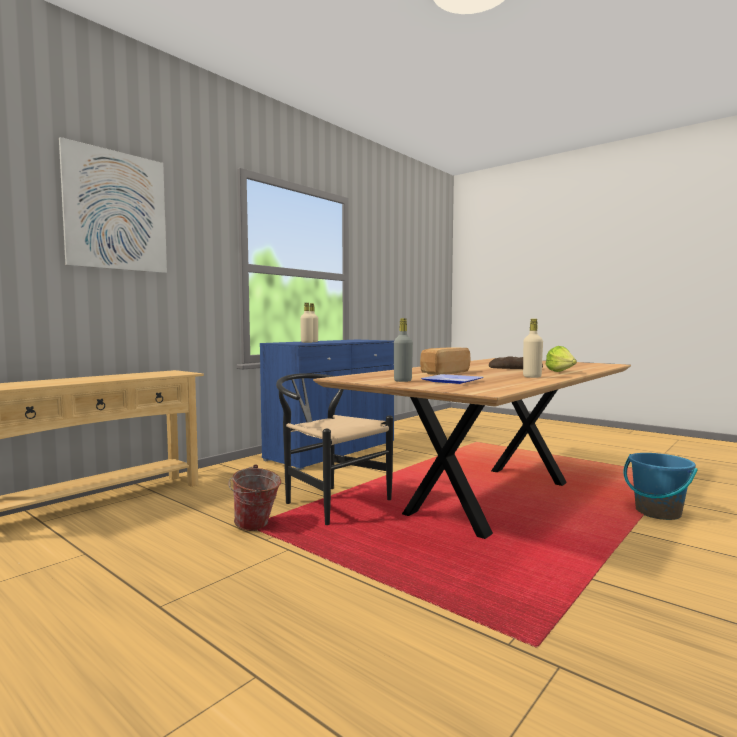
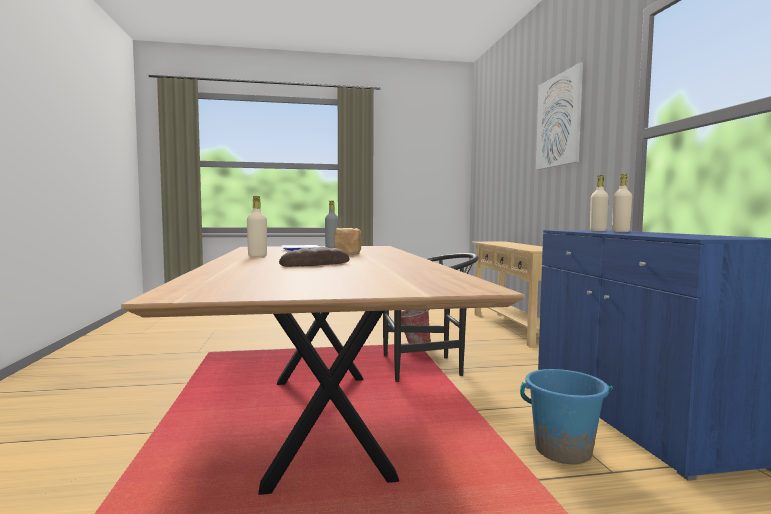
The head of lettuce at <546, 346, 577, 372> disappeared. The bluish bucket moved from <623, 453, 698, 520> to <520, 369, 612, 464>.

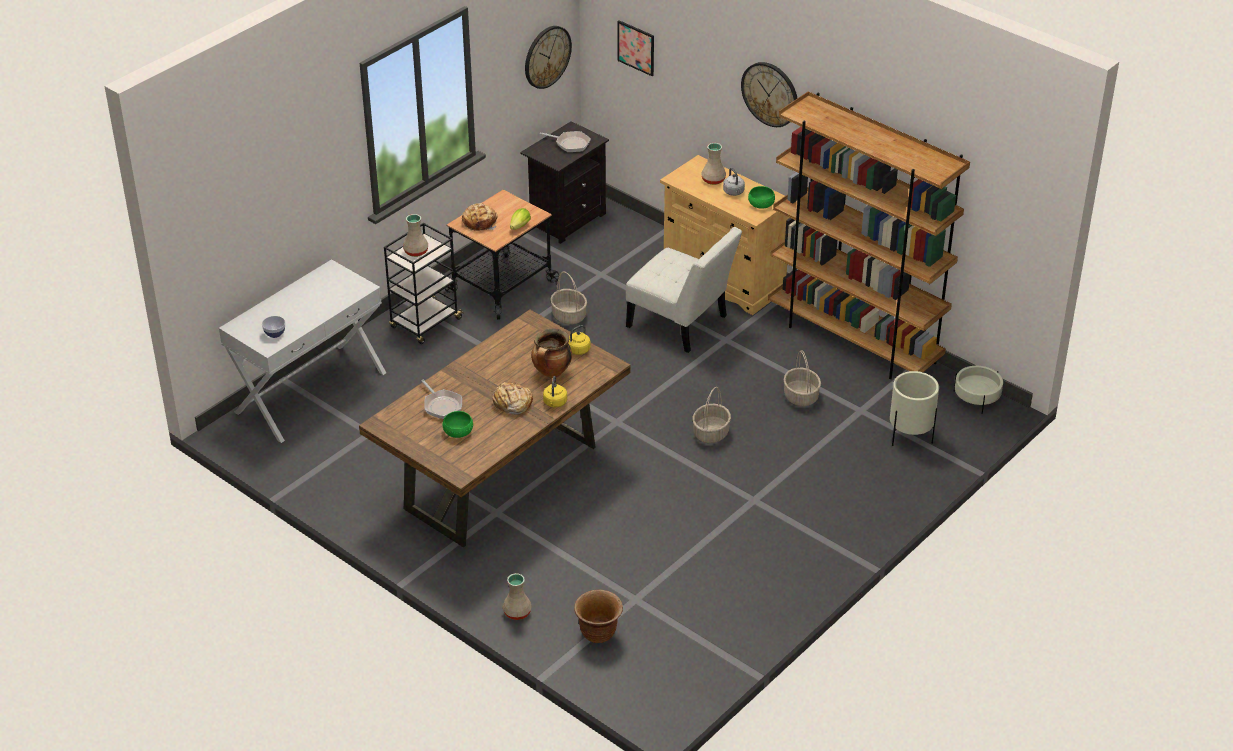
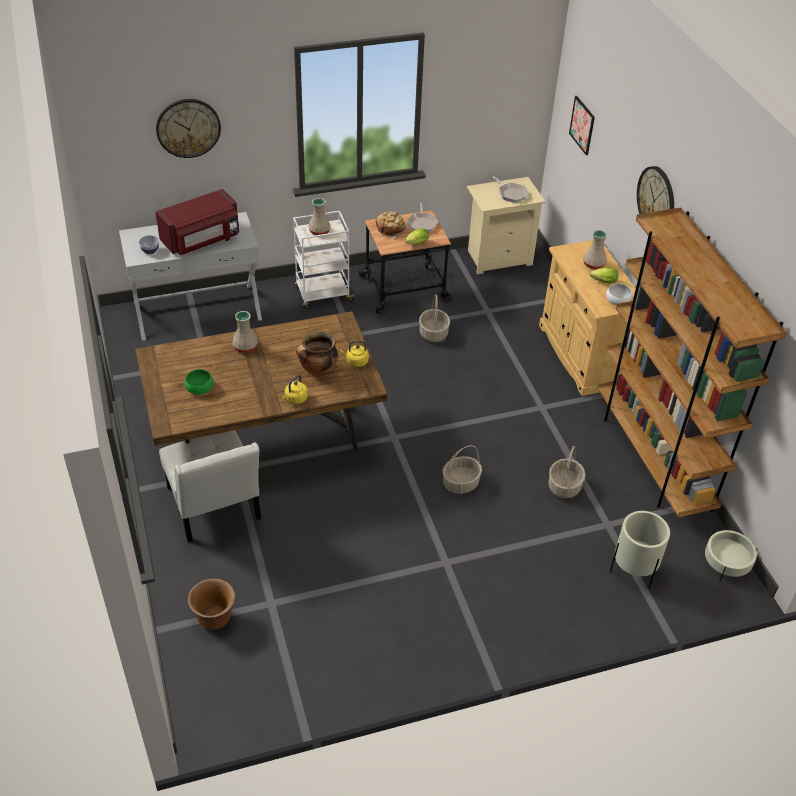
The black-coloured wheeled cart at <384, 223, 464, 344> became the white-coloured wheeled cart at <293, 211, 356, 309>. The pan moved from <421, 380, 462, 419> to <407, 202, 438, 232>. The bread at <493, 382, 533, 415> disappeared. The beige-coloured vase moved from <503, 573, 532, 620> to <232, 311, 258, 353>. The black-coloured bedside table at <520, 121, 609, 244> became the beige-coloured bedside table at <467, 177, 545, 275>. The wall clock moved from <525, 26, 572, 89> to <156, 99, 221, 158>. The white-coloured upright chair moved from <626, 227, 742, 353> to <159, 430, 261, 542>. The greyish water kettle at <723, 168, 745, 196> was replaced by the head of lettuce at <590, 267, 619, 284>. The green serving bowl at <748, 186, 775, 209> became the white-coloured serving bowl at <606, 283, 632, 305>. The red-coloured kitchen microwave at <155, 189, 239, 255> appeared.

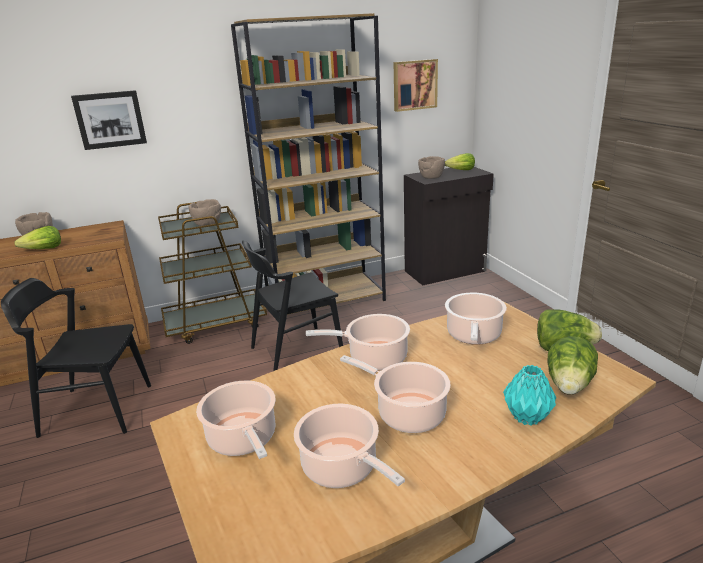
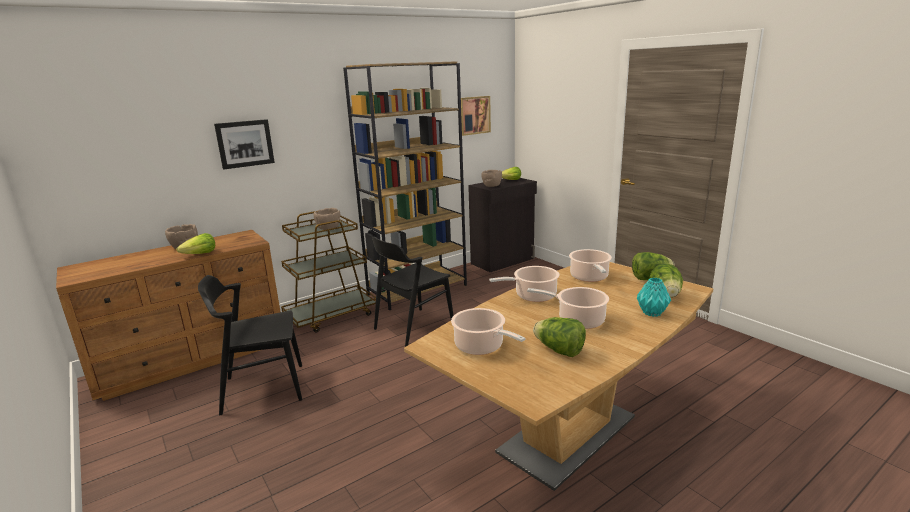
The stockpot at <294, 404, 405, 488> was replaced by the head of lettuce at <533, 317, 586, 357>.

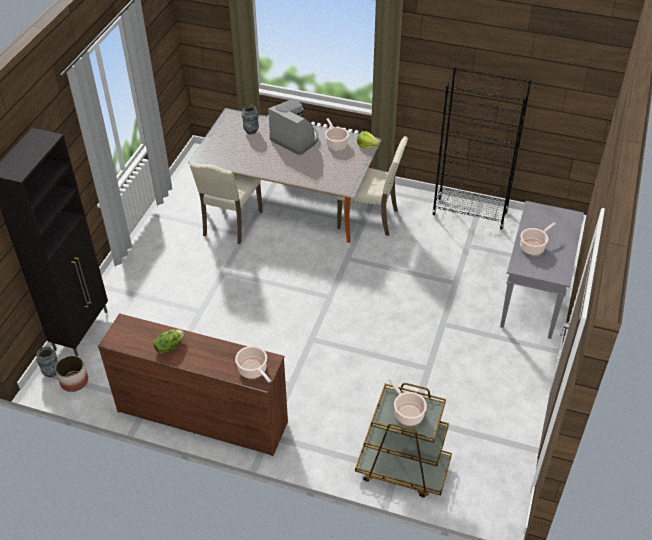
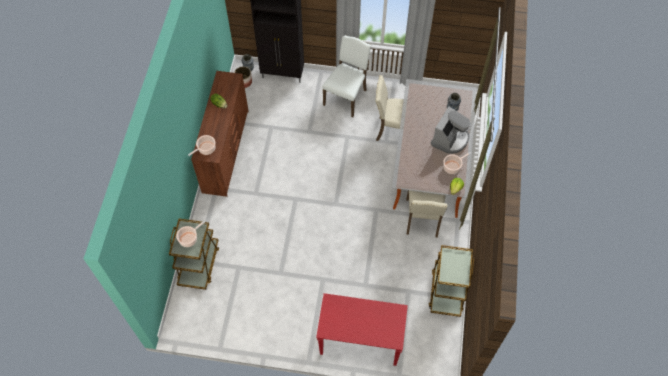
The black-coloured bookshelf at <432, 67, 532, 230> was replaced by the brown wheeled cart at <429, 245, 474, 317>. The greyish hall table at <500, 201, 584, 339> became the red-coloured hall table at <316, 293, 408, 366>. The stockpot at <520, 222, 556, 255> disappeared. The white-coloured upright chair at <322, 35, 371, 117> appeared.

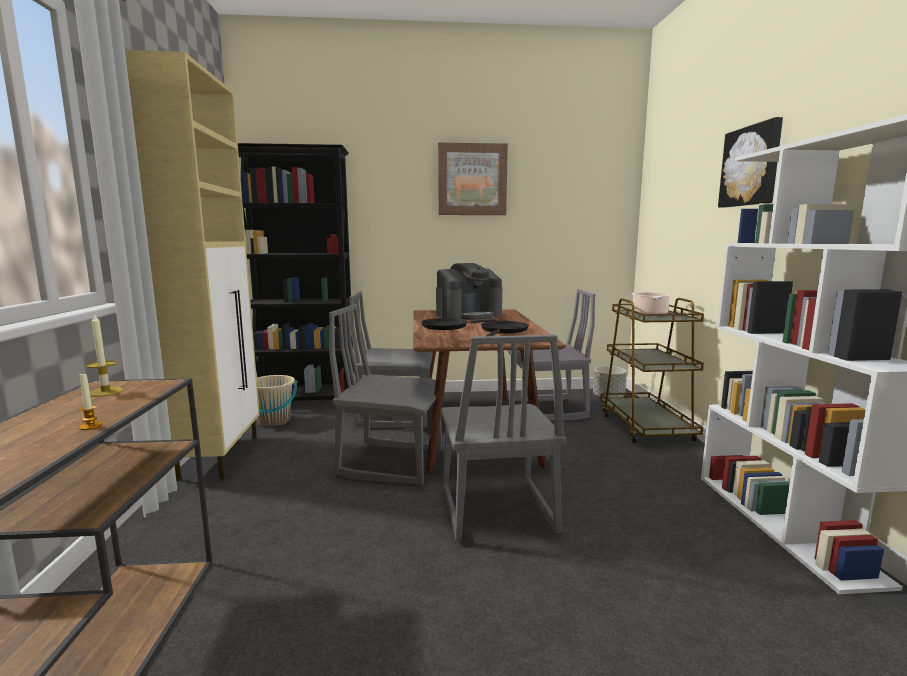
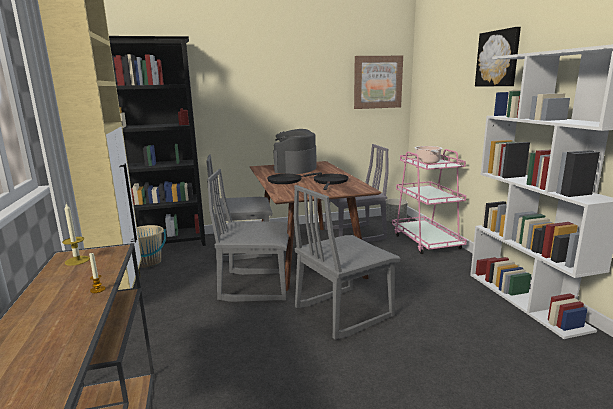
The coffee brewer at <436, 263, 502, 320> turned 150 degrees clockwise. The wall art moved from <438, 143, 508, 215> to <354, 56, 403, 109>. The greyish upright chair at <440, 335, 566, 541> turned 75 degrees clockwise. The brown wheeled cart at <600, 298, 704, 443> became the pink wheeled cart at <392, 149, 467, 254>.

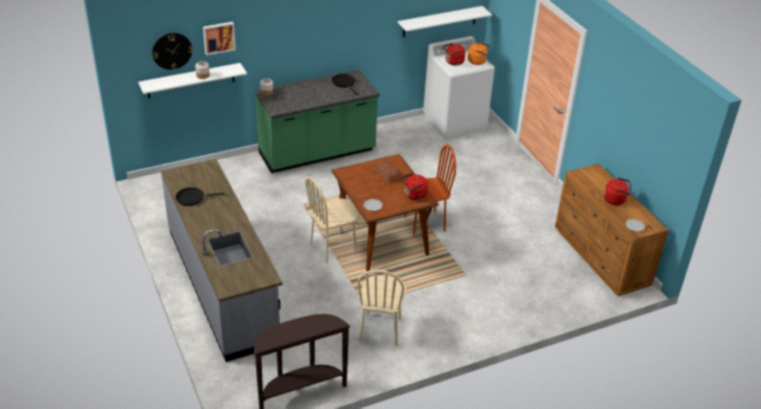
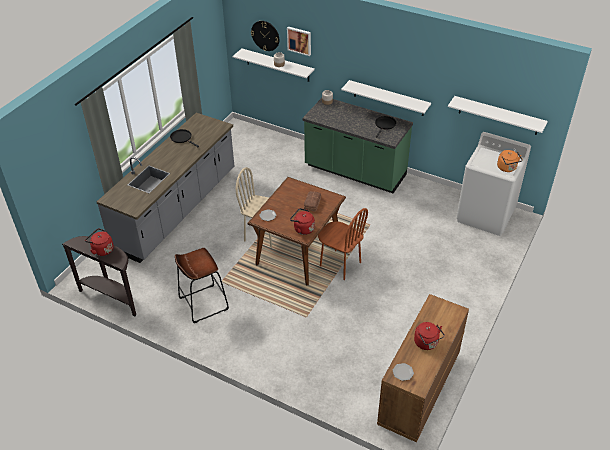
The beige-coloured upright chair at <357, 270, 406, 346> was replaced by the brown sitting stool at <175, 248, 229, 323>. The red-coloured water kettle moved from <443, 43, 465, 66> to <85, 228, 114, 256>. The white-coloured wall shelf at <341, 80, 431, 116> appeared.

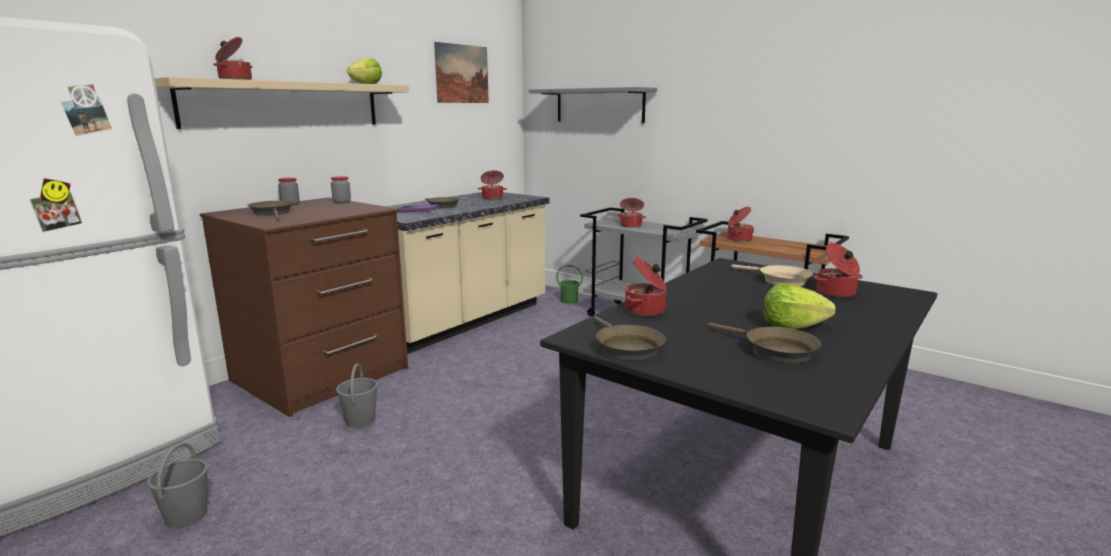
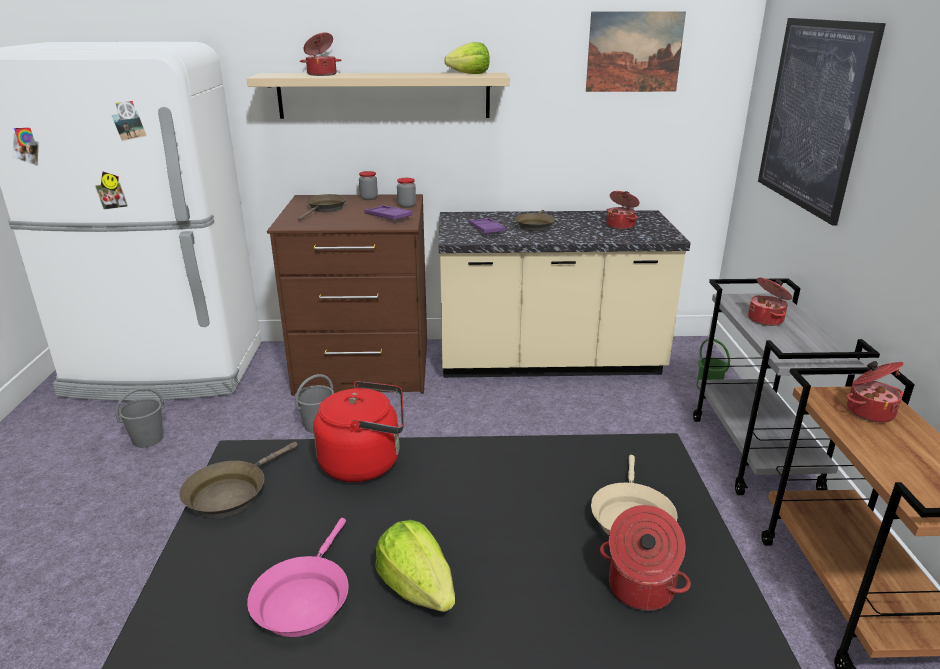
The greyish wall shelf at <529, 87, 657, 123> was replaced by the wall art at <758, 18, 886, 226>. The stockpot at <625, 257, 666, 316> was replaced by the red-coloured water kettle at <313, 381, 404, 482>. The brown pan at <708, 323, 821, 364> became the pink pan at <247, 518, 348, 637>. The purplish tray at <364, 205, 413, 221> appeared.

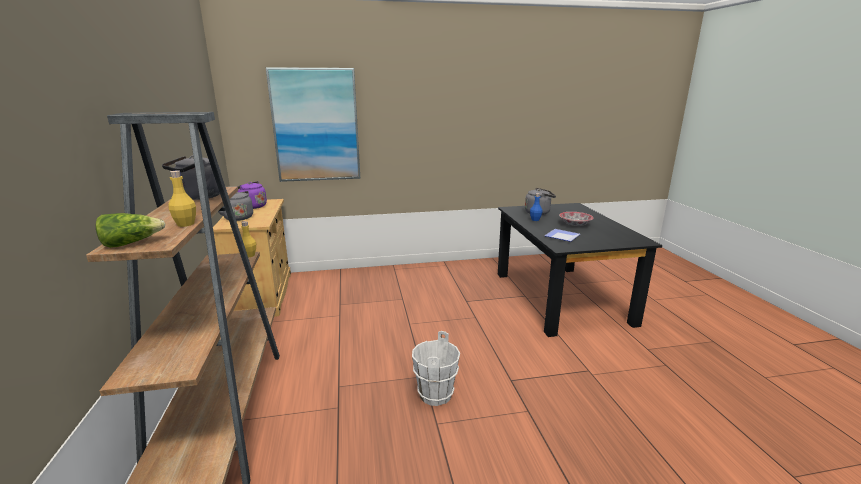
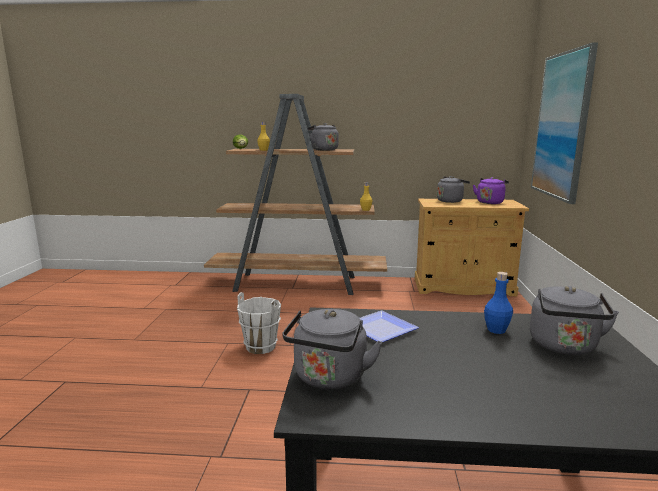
The serving bowl at <559, 212, 593, 226> disappeared. The greyish water kettle at <283, 309, 382, 389> appeared.

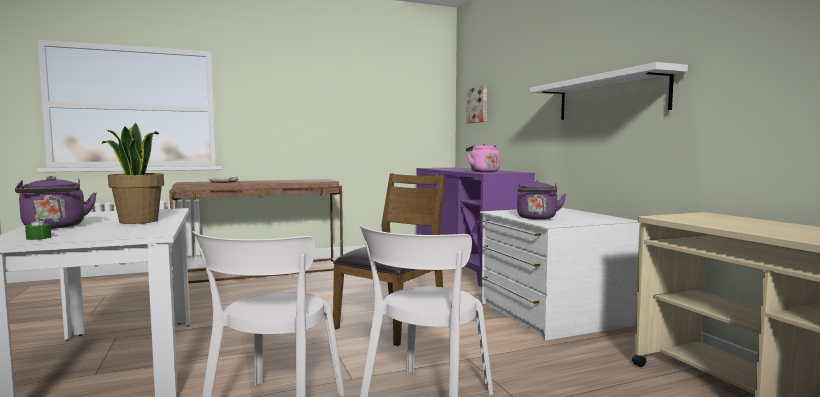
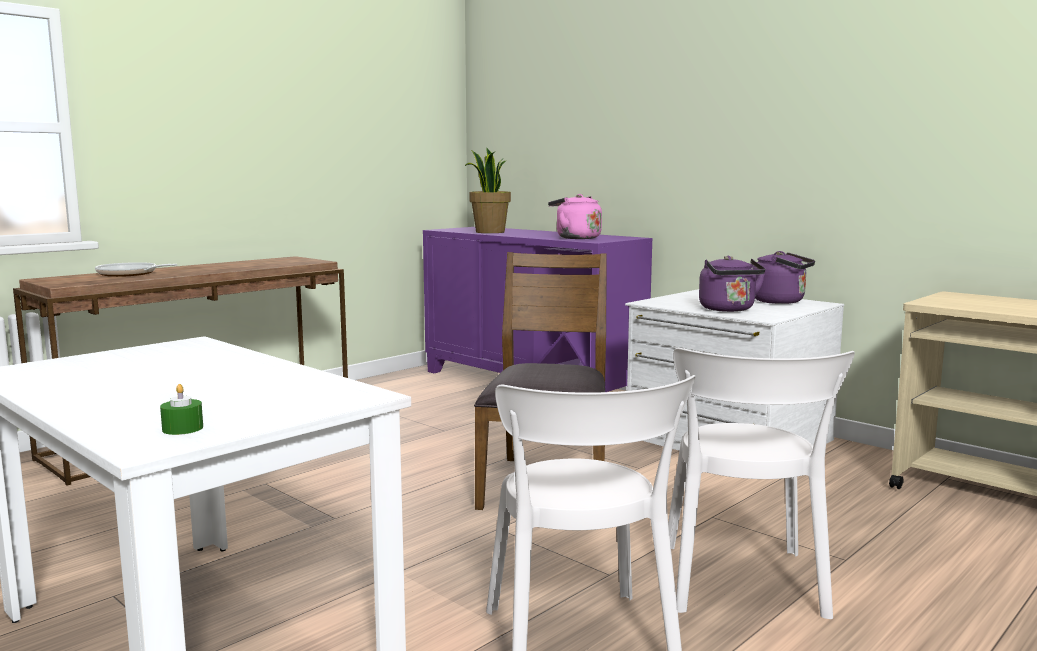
The purplish water kettle moved from <15, 176, 97, 229> to <753, 251, 815, 304>. The plant in a pot moved from <102, 123, 164, 224> to <465, 148, 511, 233>. The wall art at <466, 85, 487, 124> disappeared. The white-coloured wall shelf at <530, 62, 688, 120> disappeared.

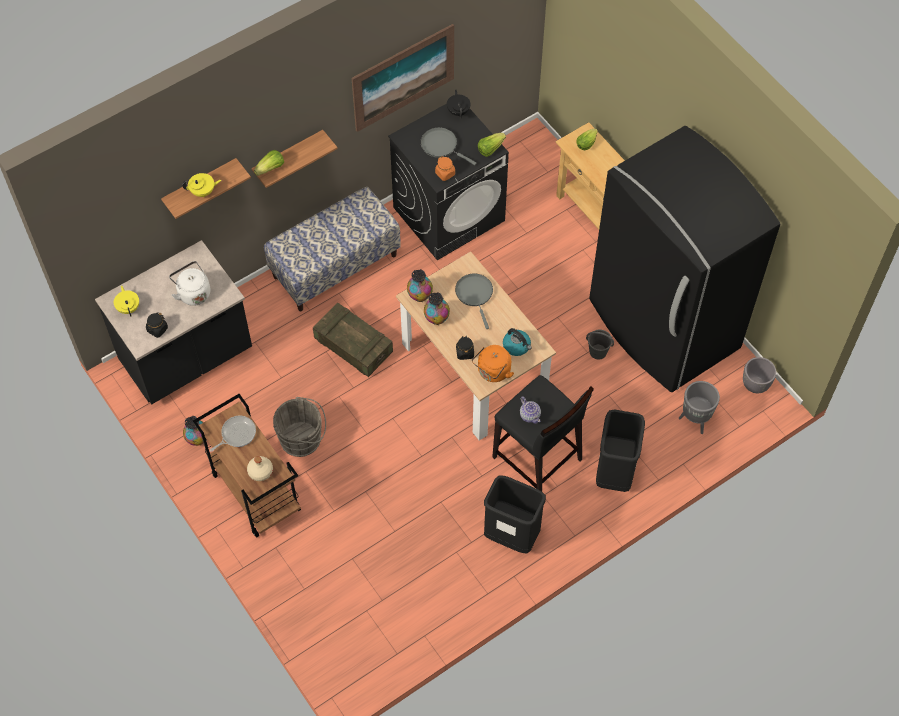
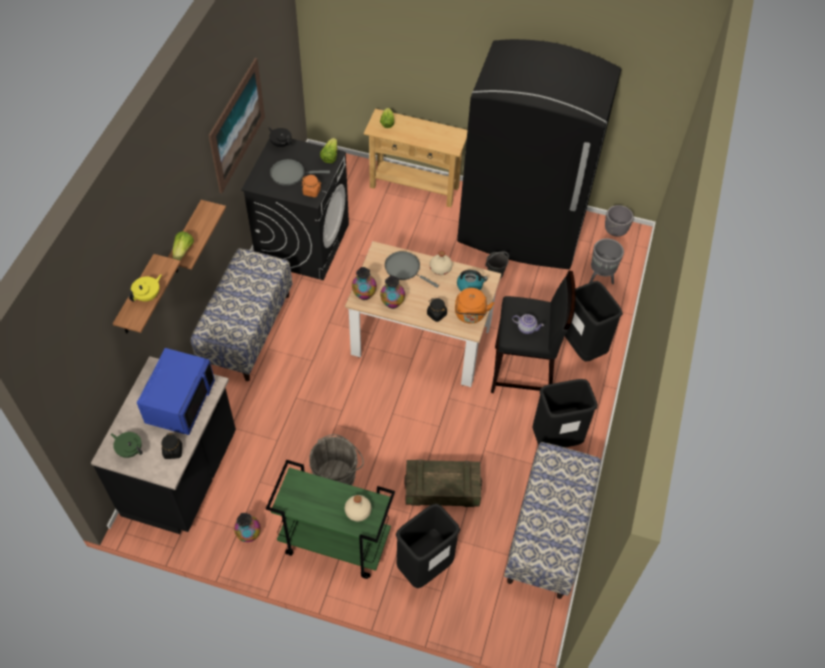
The yellow tea pot at <114, 285, 139, 317> became the green tea pot at <111, 432, 143, 458>. The white-coloured water kettle at <169, 261, 210, 306> was replaced by the bluish kitchen microwave at <137, 348, 215, 435>. The brown wheeled cart at <193, 394, 301, 537> became the green wheeled cart at <266, 460, 395, 579>. The pan at <210, 416, 256, 452> disappeared. The crate moved from <313, 303, 393, 377> to <404, 459, 482, 507>. The black-coloured trash can at <396, 503, 460, 588> appeared. The beige-coloured beverage bottle at <430, 251, 452, 275> appeared. The indoor bench at <504, 442, 601, 599> appeared.

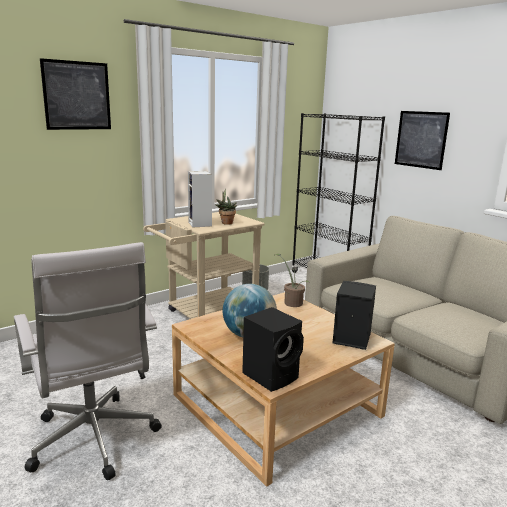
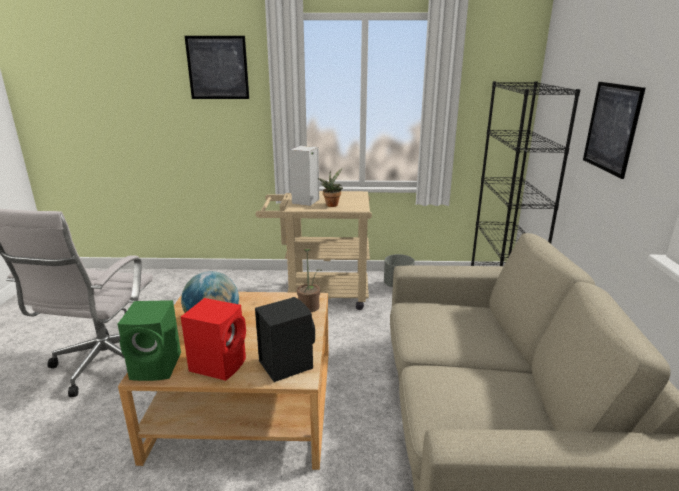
The black-coloured loudspeaker at <242, 307, 304, 392> became the green loudspeaker at <117, 300, 181, 381>. The red-coloured loudspeaker at <181, 298, 246, 381> appeared.

